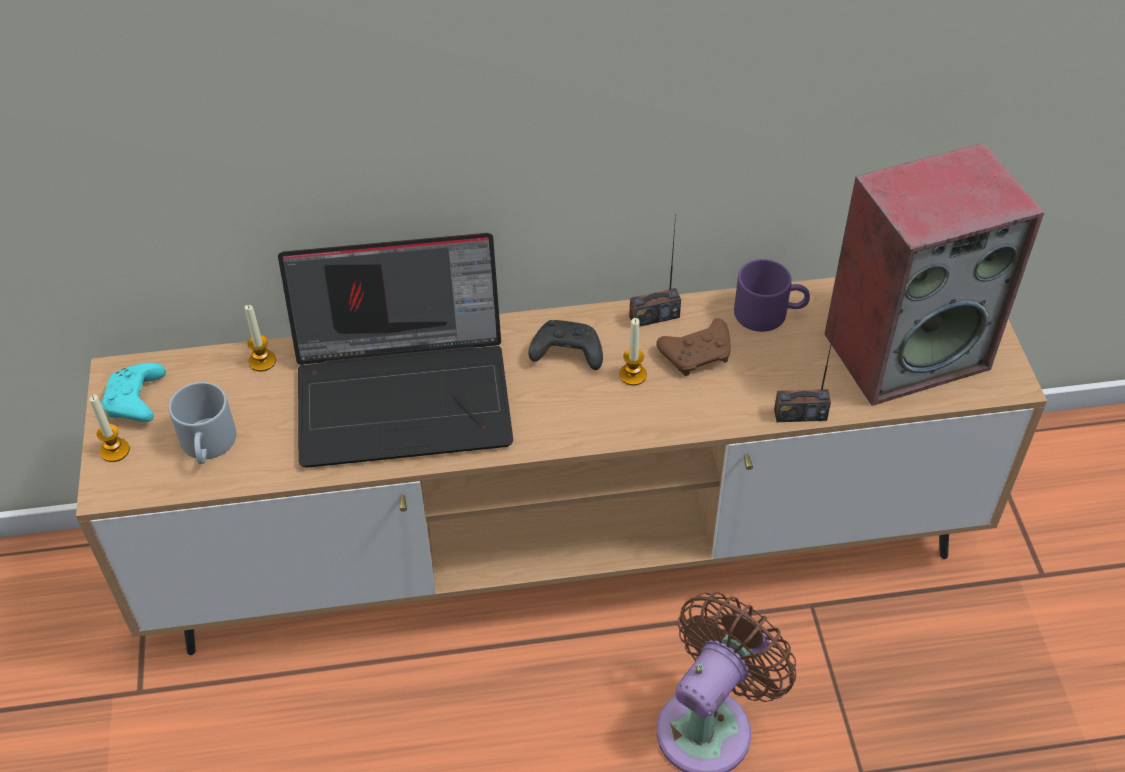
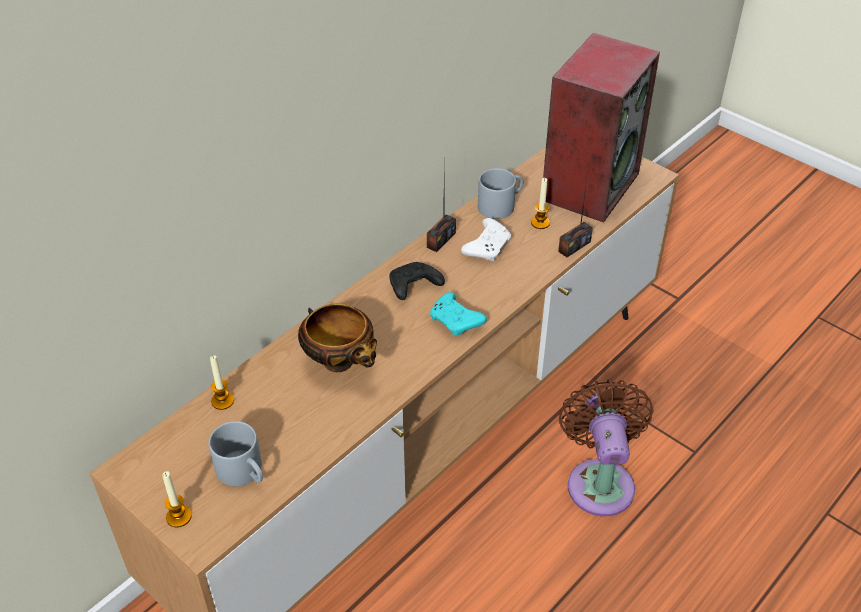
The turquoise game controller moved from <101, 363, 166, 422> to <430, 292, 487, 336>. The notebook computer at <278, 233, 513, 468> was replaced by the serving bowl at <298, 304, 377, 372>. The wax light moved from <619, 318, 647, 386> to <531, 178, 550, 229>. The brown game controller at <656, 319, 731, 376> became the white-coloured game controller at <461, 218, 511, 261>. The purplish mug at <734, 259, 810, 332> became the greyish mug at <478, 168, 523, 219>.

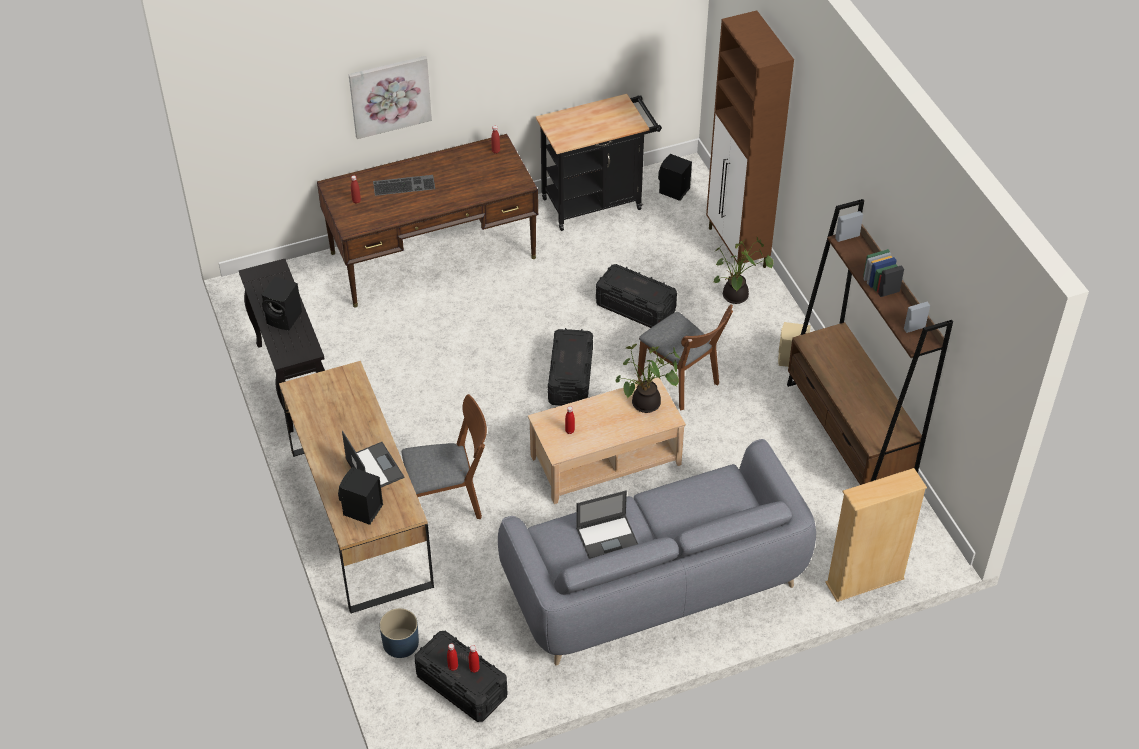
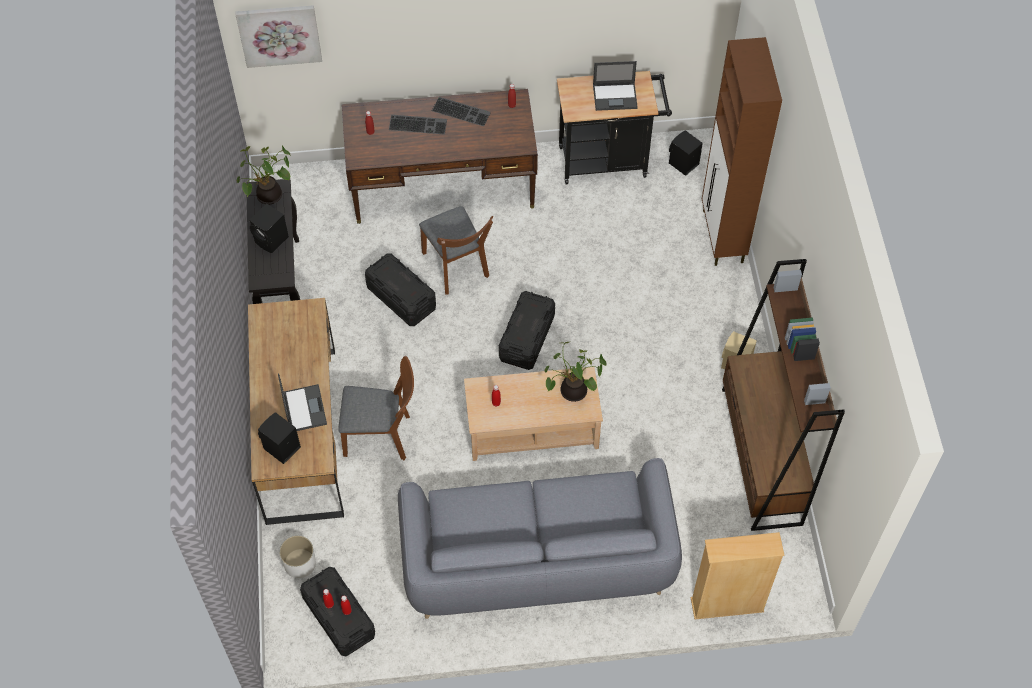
The wall art moved from <349, 56, 432, 139> to <235, 5, 322, 68>. The bluish flower pot at <379, 608, 419, 658> became the white-coloured flower pot at <279, 536, 316, 578>. The notebook computer moved from <576, 491, 638, 559> to <593, 61, 638, 111>. The black-coloured storage container moved from <596, 264, 677, 328> to <365, 254, 436, 326>. The brown upright chair moved from <637, 304, 733, 410> to <419, 206, 493, 295>. The plant in a pot moved from <714, 236, 773, 304> to <237, 145, 291, 205>. The keyboard at <432, 97, 491, 126> appeared.

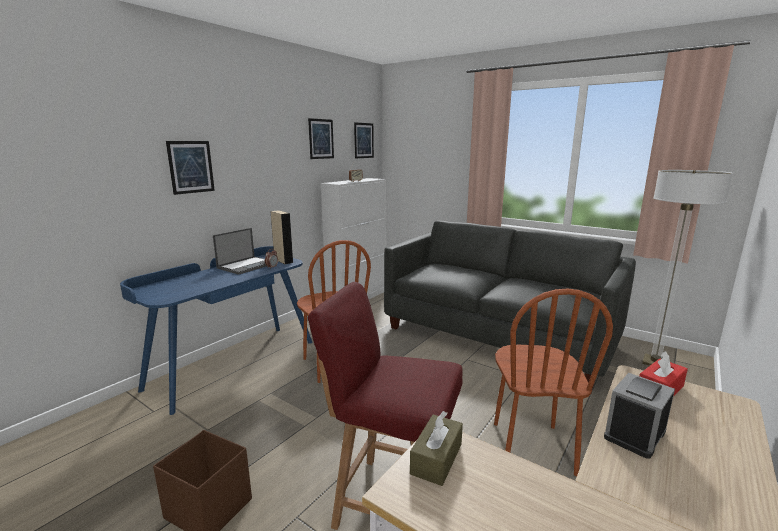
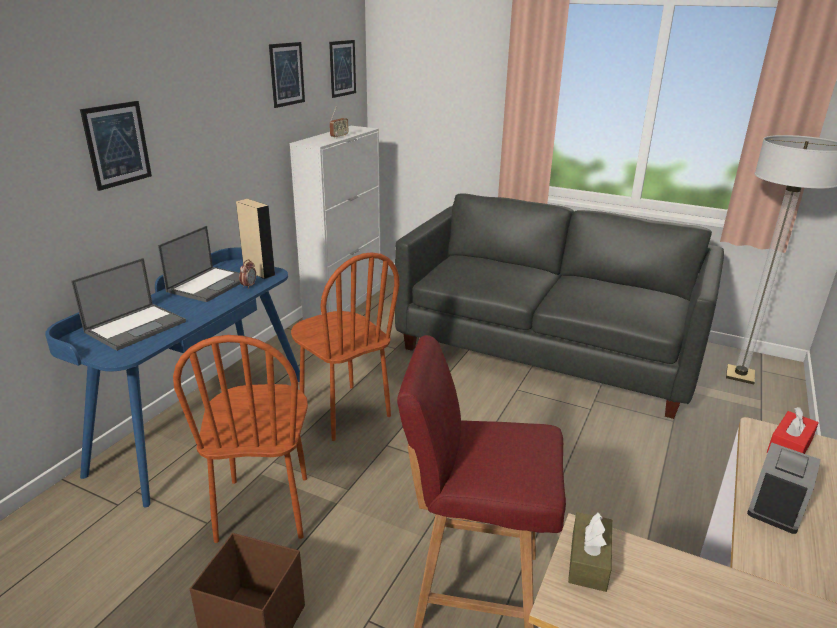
The brown upright chair moved from <494, 289, 613, 476> to <173, 335, 308, 543>. The notebook computer at <71, 258, 186, 351> appeared.

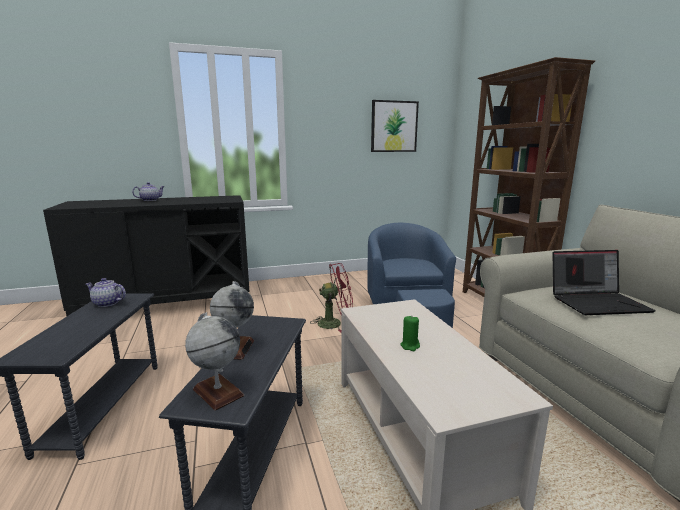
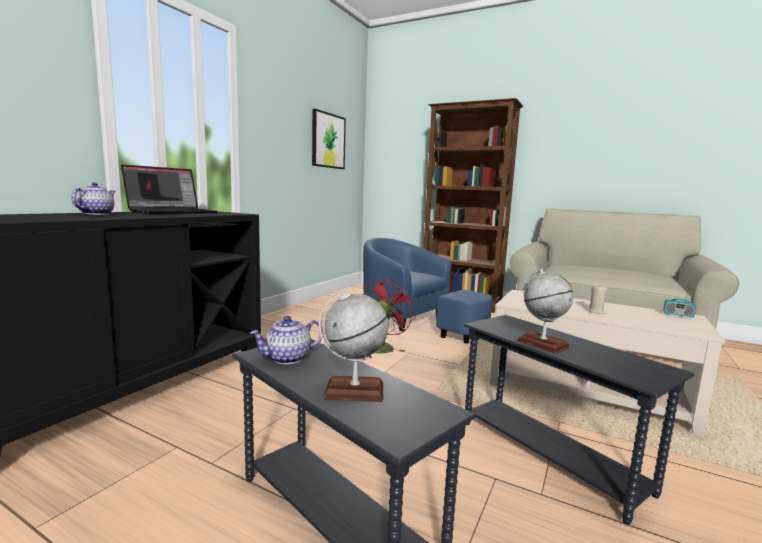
The desk globe moved from <185, 312, 245, 411> to <319, 290, 389, 402>. The green wax light at <400, 316, 420, 351> became the beige-coloured wax light at <587, 286, 607, 314>. The notebook computer moved from <552, 250, 656, 315> to <121, 165, 218, 214>. The radio receiver at <663, 286, 696, 318> appeared.

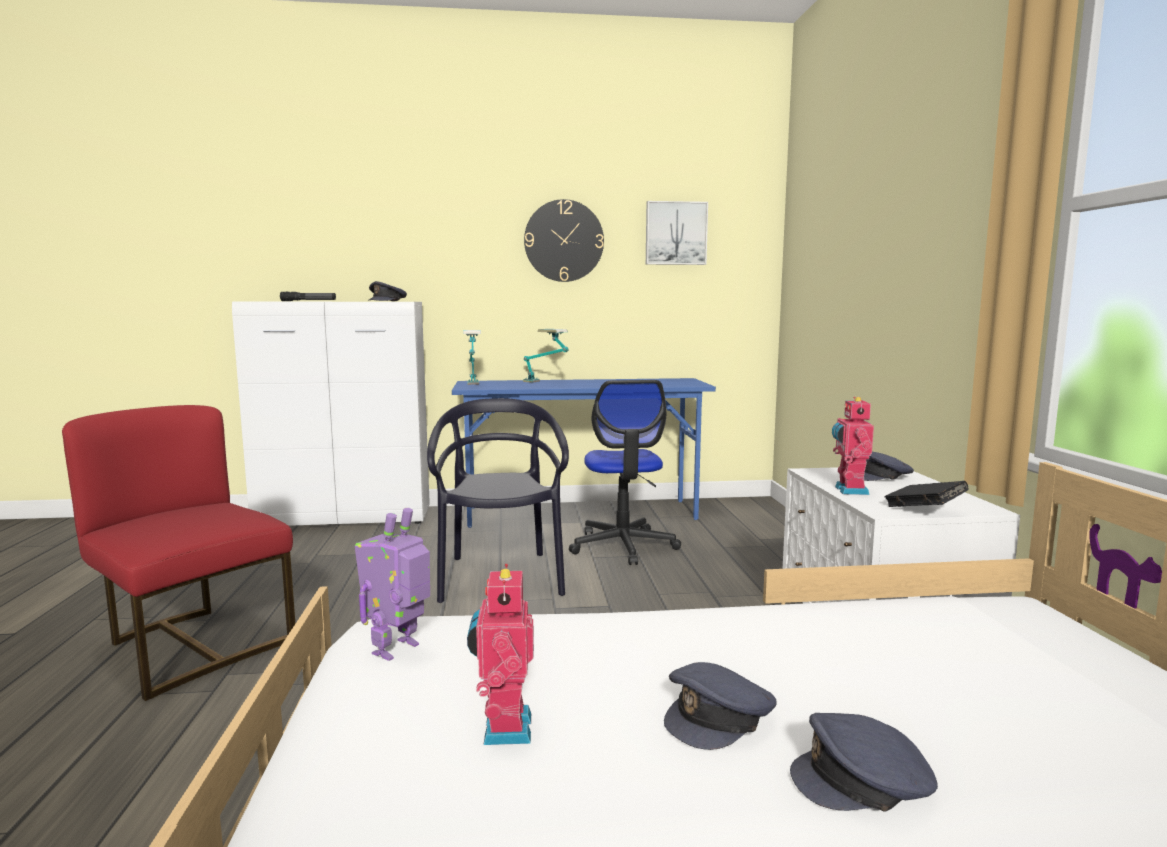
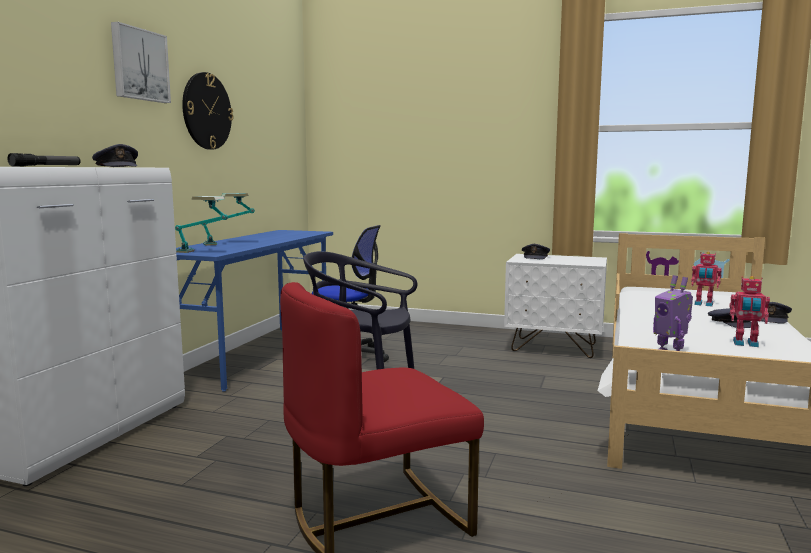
The wall art moved from <646, 201, 708, 265> to <111, 22, 171, 103>. The robot figure moved from <832, 397, 874, 495> to <691, 252, 722, 307>. The black-coloured volume at <885, 481, 968, 507> disappeared.

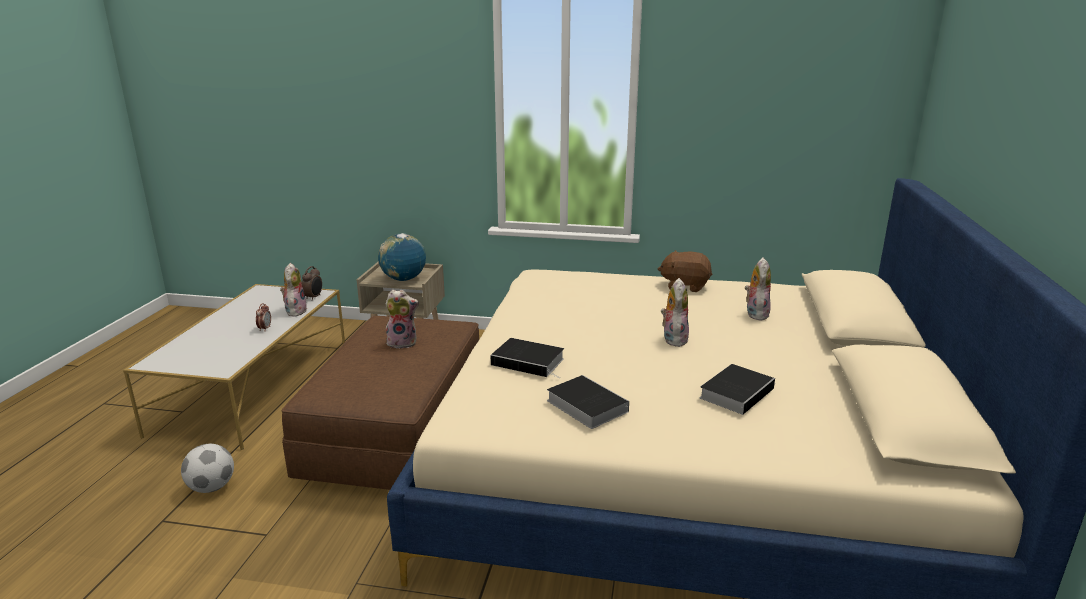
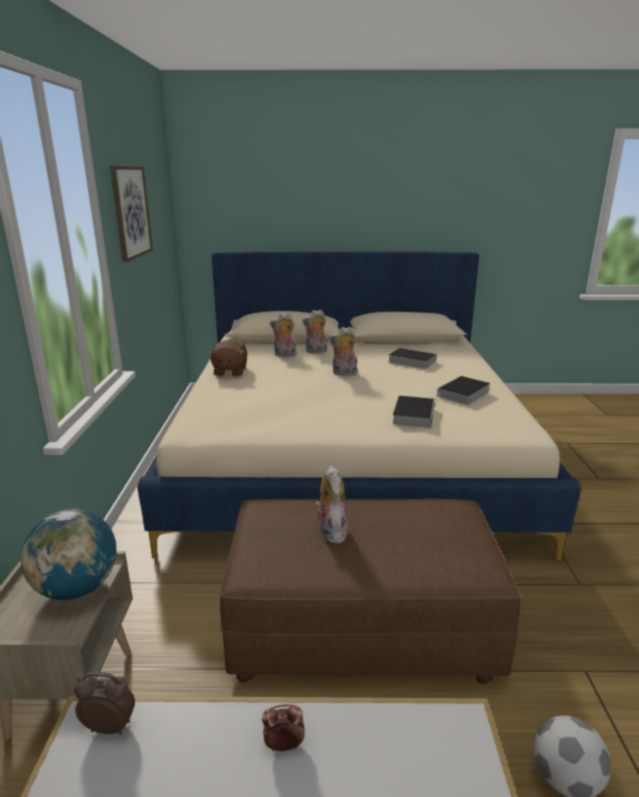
The cuddly toy moved from <280, 263, 307, 317> to <302, 310, 327, 353>. The wall art at <110, 166, 153, 262> appeared.

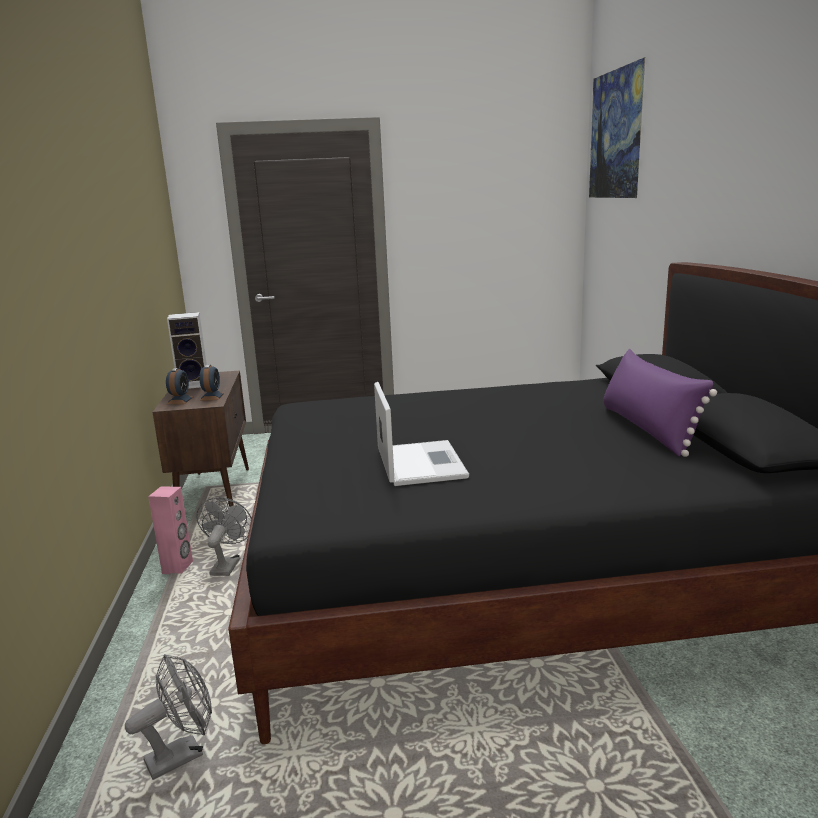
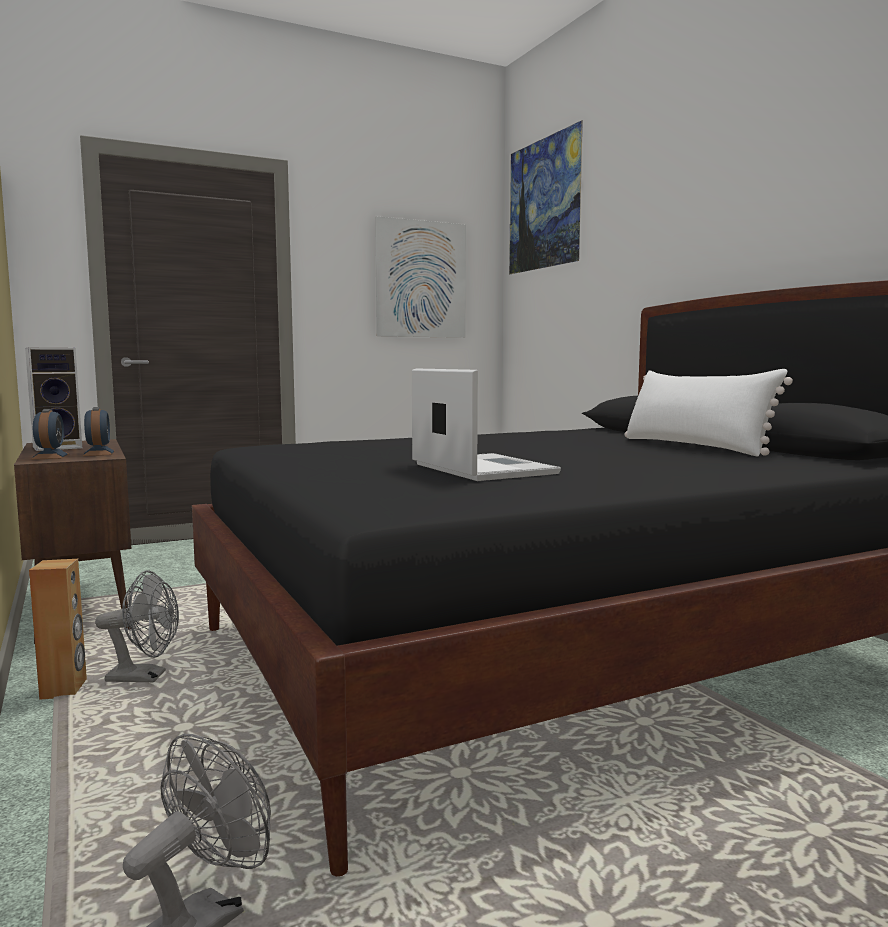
The pink loudspeaker at <148, 486, 193, 574> became the brown loudspeaker at <29, 559, 87, 700>. The greyish cooling fan at <196, 497, 252, 576> turned 105 degrees clockwise. The purplish cushion at <603, 349, 717, 457> became the white-coloured cushion at <624, 369, 793, 456>. The wall art at <375, 216, 466, 338> appeared.

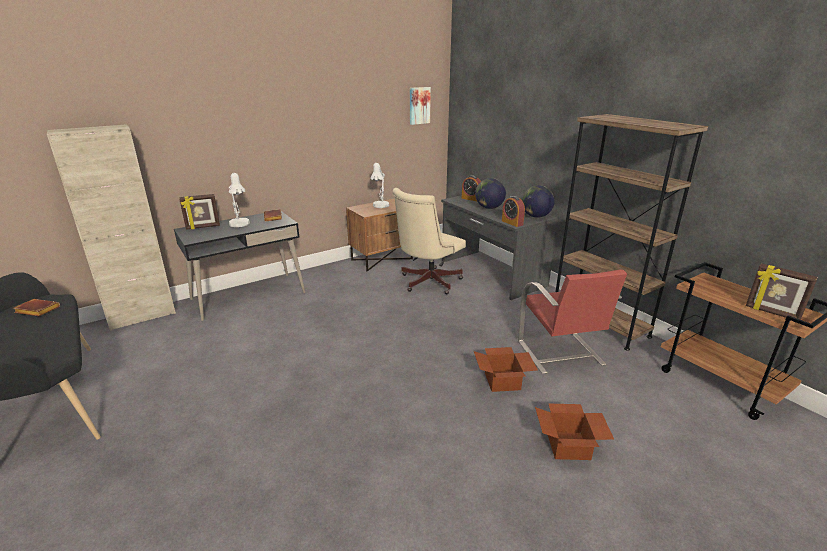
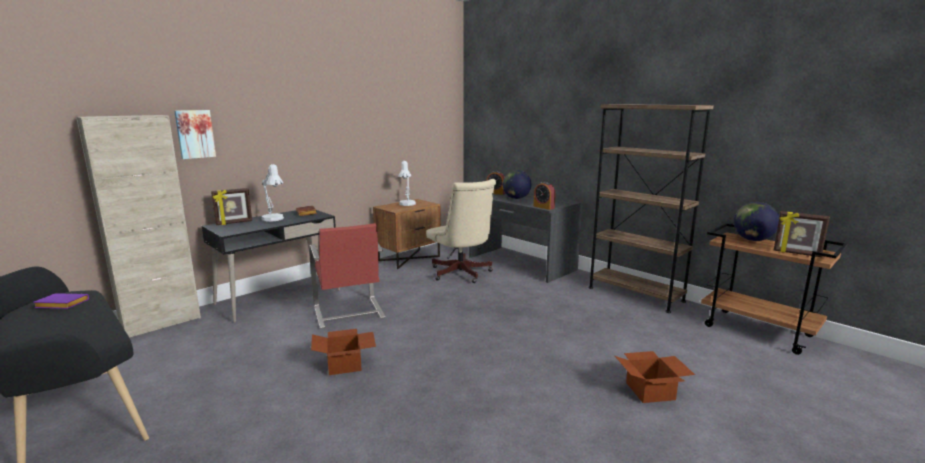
The brown volume at <13, 299, 60, 316> became the purplish volume at <33, 293, 89, 309>. The beige-coloured office chair at <393, 188, 466, 294> turned 60 degrees counterclockwise. The wall art moved from <410, 87, 431, 125> to <174, 110, 216, 159>. The cardboard box moved from <474, 347, 538, 392> to <311, 329, 376, 375>. The red-coloured upright chair moved from <518, 270, 627, 374> to <309, 223, 386, 329>. The desk globe moved from <522, 185, 555, 218> to <734, 202, 779, 241>.

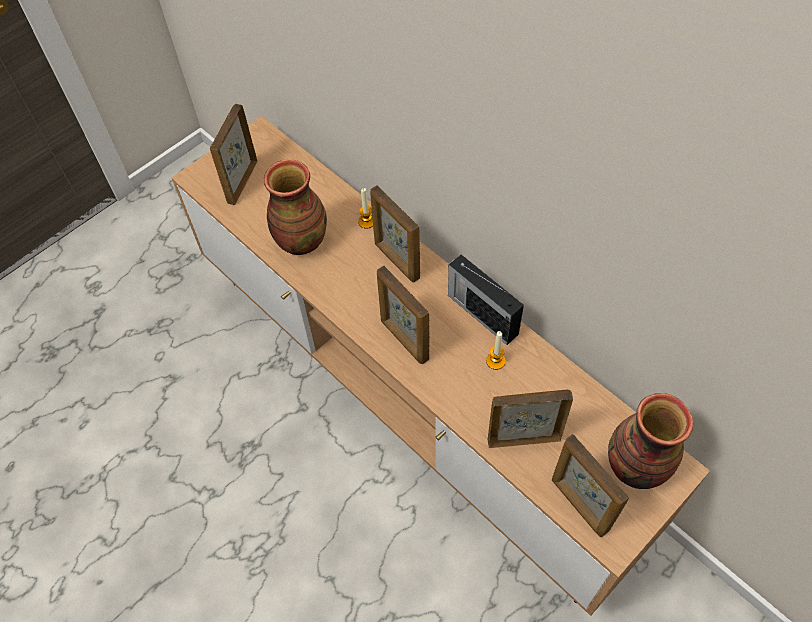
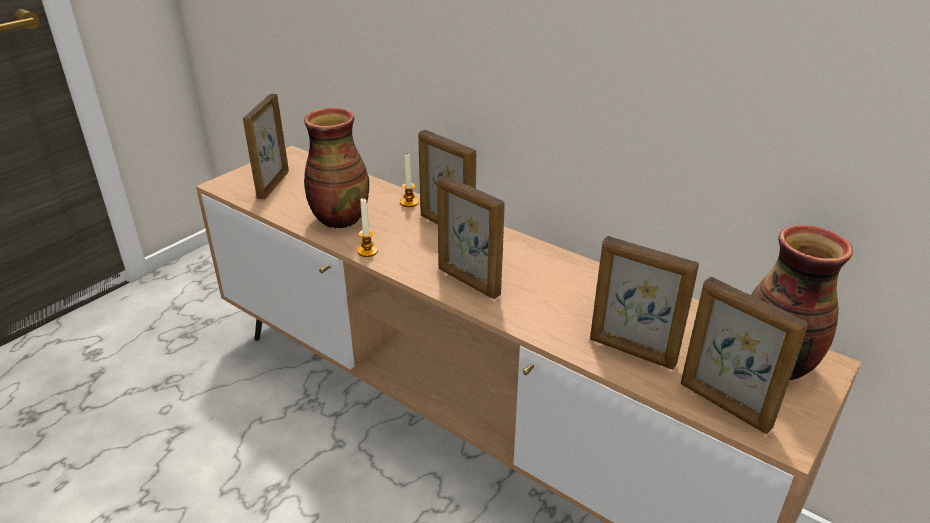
The radio receiver at <448, 255, 524, 345> disappeared. The wax light moved from <486, 331, 506, 370> to <357, 198, 378, 257>. The picture frame at <488, 390, 573, 448> turned 135 degrees counterclockwise.

